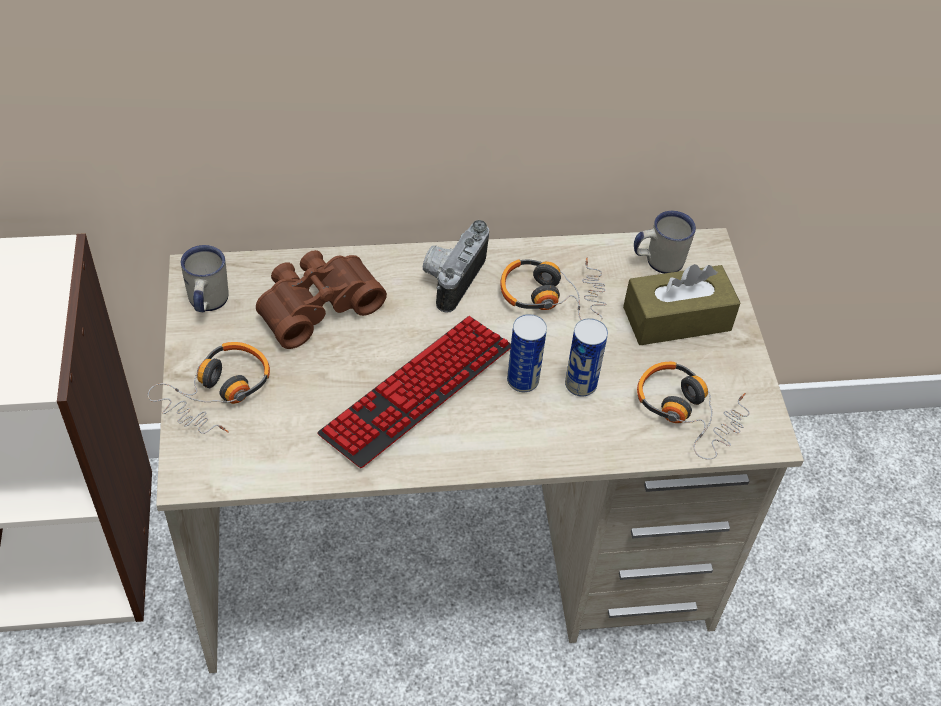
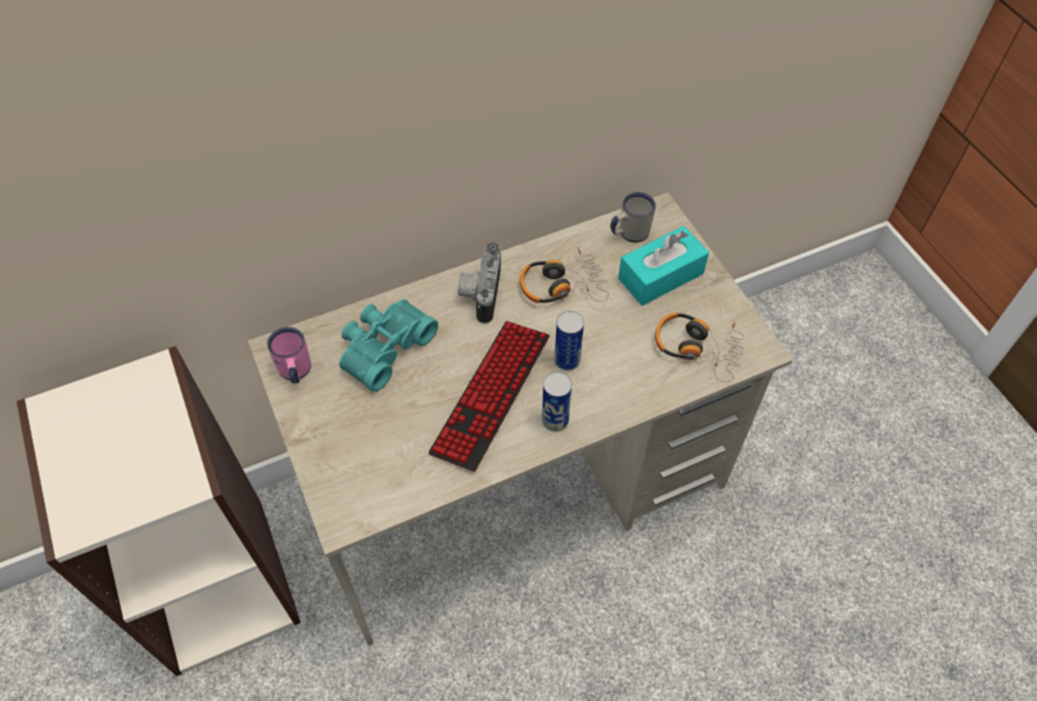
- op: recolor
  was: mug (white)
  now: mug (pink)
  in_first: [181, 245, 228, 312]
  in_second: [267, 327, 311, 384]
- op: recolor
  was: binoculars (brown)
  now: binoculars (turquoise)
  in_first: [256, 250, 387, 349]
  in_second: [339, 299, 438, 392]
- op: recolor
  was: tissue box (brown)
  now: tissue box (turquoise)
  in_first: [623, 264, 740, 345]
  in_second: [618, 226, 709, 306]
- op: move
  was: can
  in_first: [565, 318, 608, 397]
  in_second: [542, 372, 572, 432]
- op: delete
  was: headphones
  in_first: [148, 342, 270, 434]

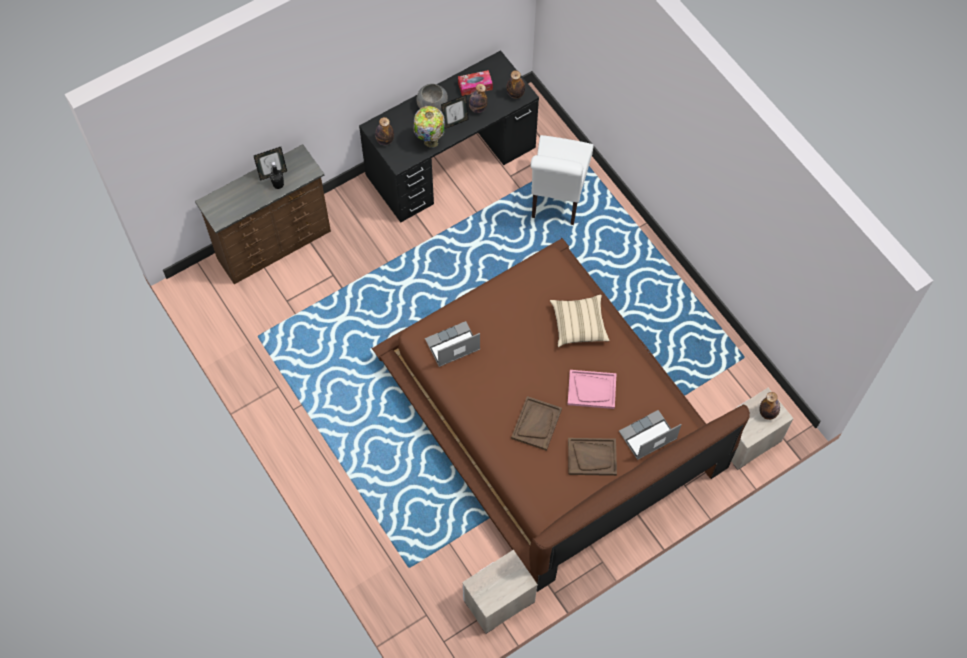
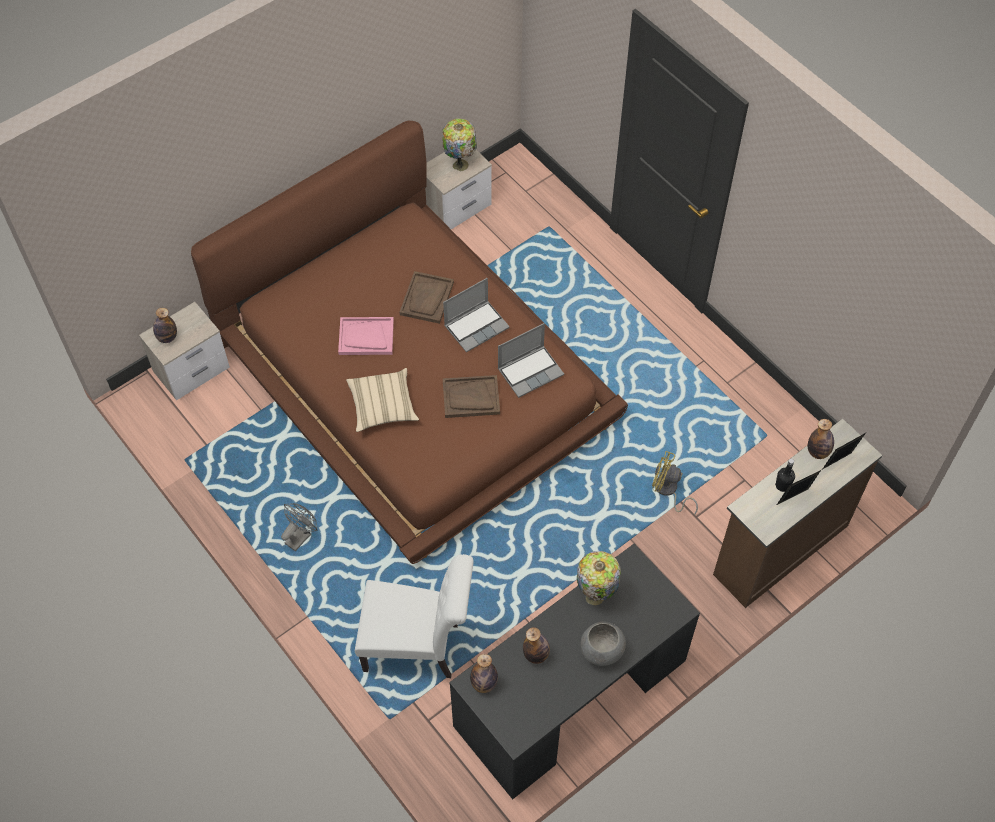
- op: delete
  was: tissue box
  in_first: [458, 70, 493, 96]
- op: move
  was: picture frame
  in_first: [441, 95, 469, 129]
  in_second: [823, 433, 866, 469]
- op: move
  was: bottle
  in_first: [375, 117, 394, 145]
  in_second: [808, 419, 834, 459]
- op: rotate
  was: chair (white)
  in_first: [531, 135, 594, 225]
  in_second: [355, 554, 474, 678]
  clockwise: 90
- op: move
  was: laptop
  in_first: [619, 410, 681, 460]
  in_second: [443, 278, 510, 352]
- op: move
  was: tray (brown)
  in_first: [568, 438, 617, 476]
  in_second: [443, 375, 500, 418]
- op: insert
  now: table lamp
  in_second: [442, 119, 477, 171]
- op: insert
  now: fan (yellow)
  in_second: [652, 451, 698, 515]
- op: insert
  now: fan (grey)
  in_second: [281, 503, 317, 551]

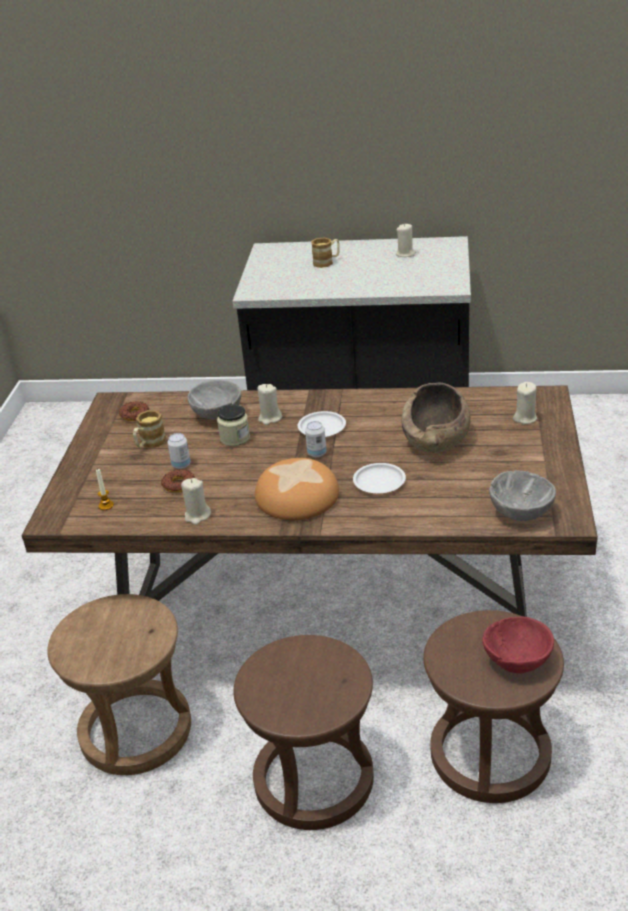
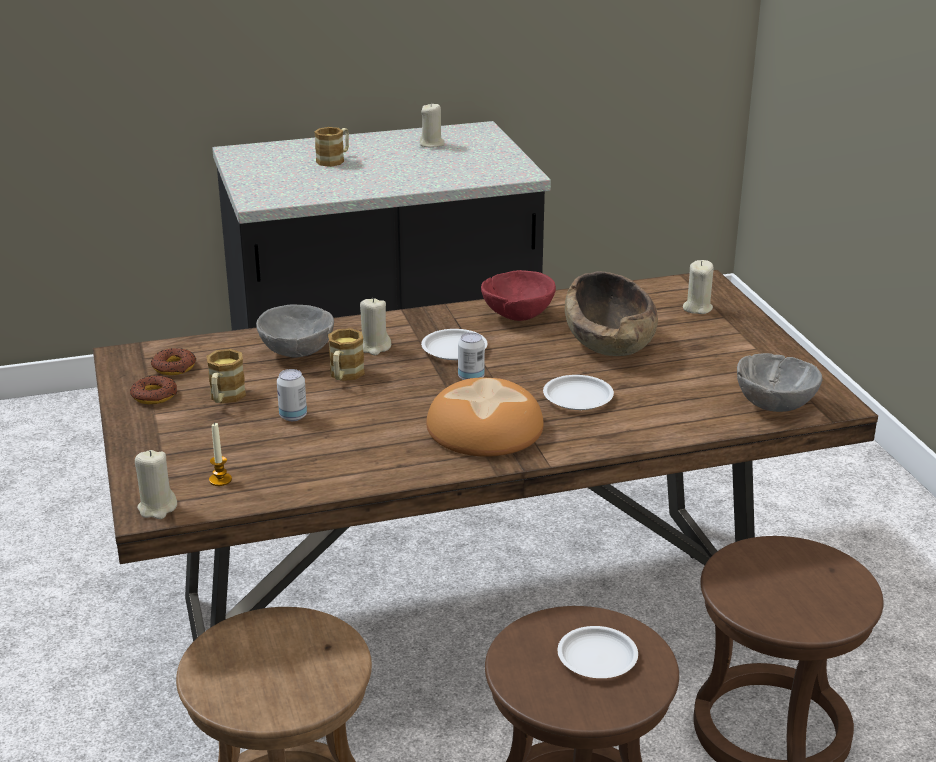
- op: replace
  was: jar
  now: mug
  in_first: [217, 404, 250, 446]
  in_second: [328, 328, 365, 381]
- op: move
  was: donut
  in_first: [161, 469, 195, 493]
  in_second: [130, 376, 177, 404]
- op: move
  was: candle (beige)
  in_first: [181, 478, 211, 525]
  in_second: [135, 450, 177, 519]
- op: move
  was: bowl (red)
  in_first: [482, 617, 554, 673]
  in_second: [481, 270, 556, 321]
- op: insert
  now: plate (white)
  in_second: [557, 626, 638, 678]

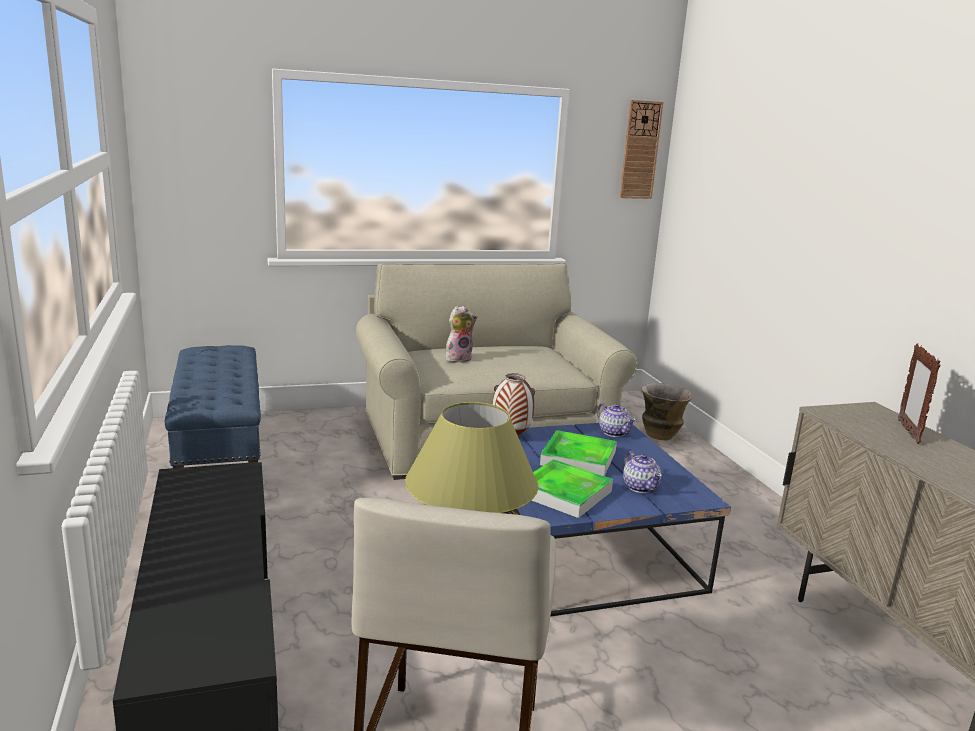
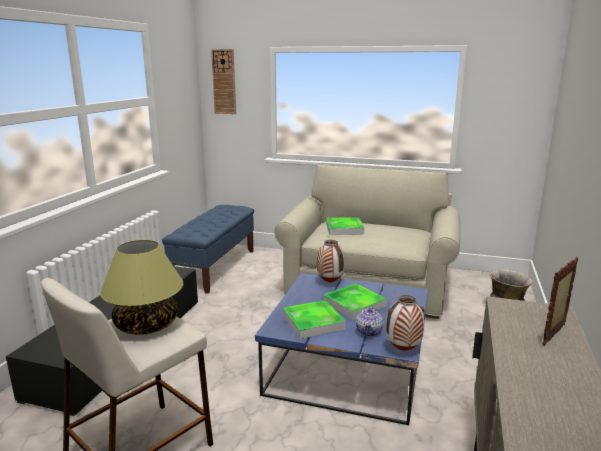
- op: move
  was: wall clock
  in_first: [620, 100, 663, 199]
  in_second: [211, 49, 236, 114]
- op: replace
  was: plush toy
  now: tray
  in_first: [445, 306, 477, 363]
  in_second: [326, 217, 365, 235]
- op: delete
  was: teapot
  in_first: [597, 403, 636, 437]
- op: insert
  now: vase
  in_second: [386, 295, 425, 351]

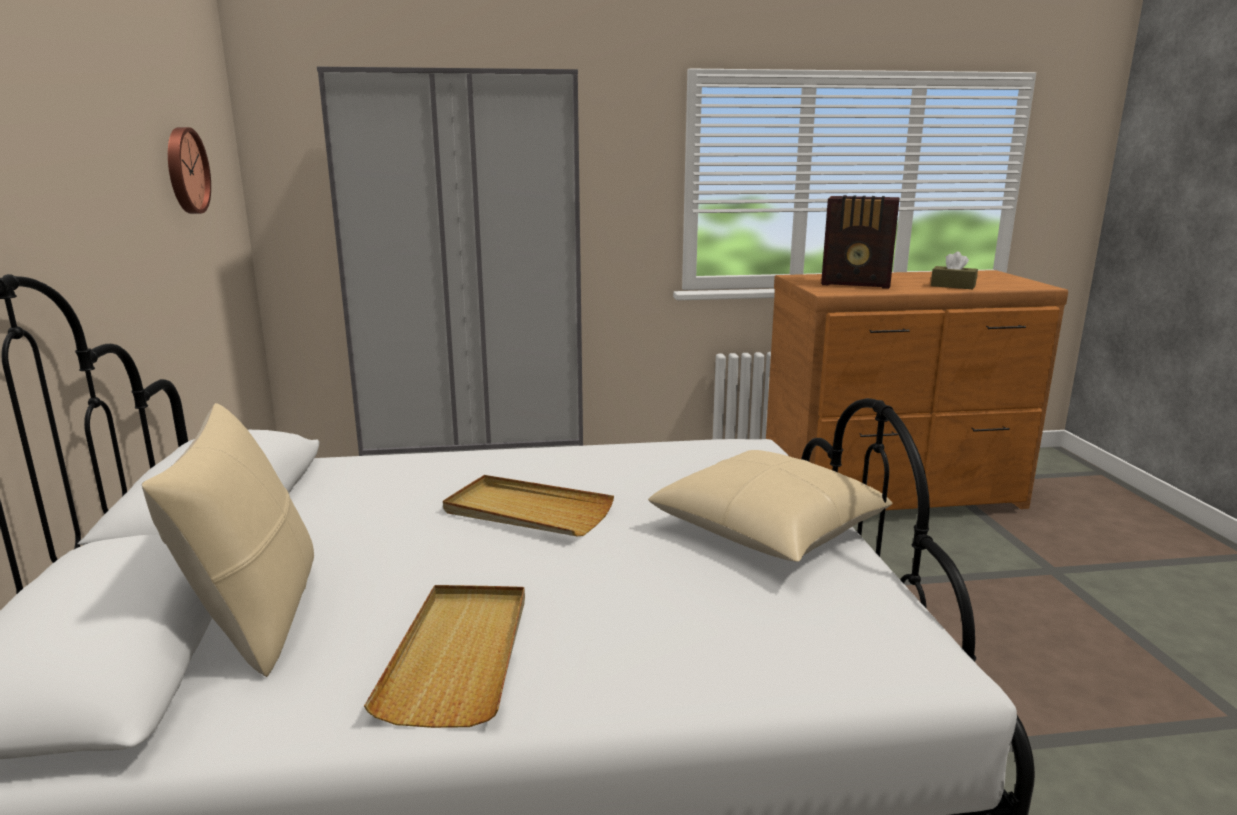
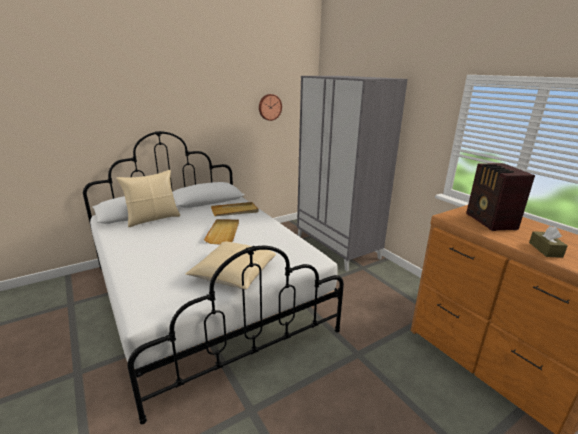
- op: move
  was: tray (beige)
  in_first: [364, 585, 525, 728]
  in_second: [211, 202, 258, 216]

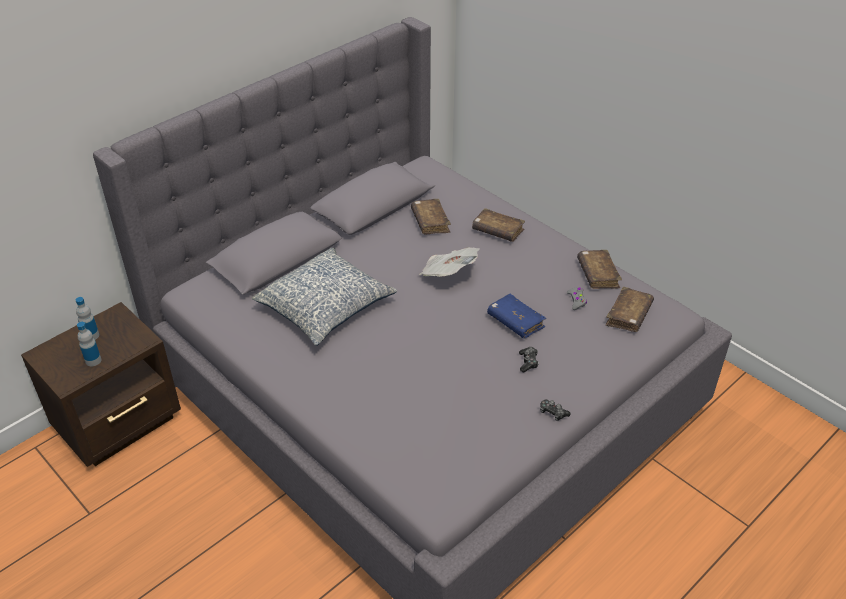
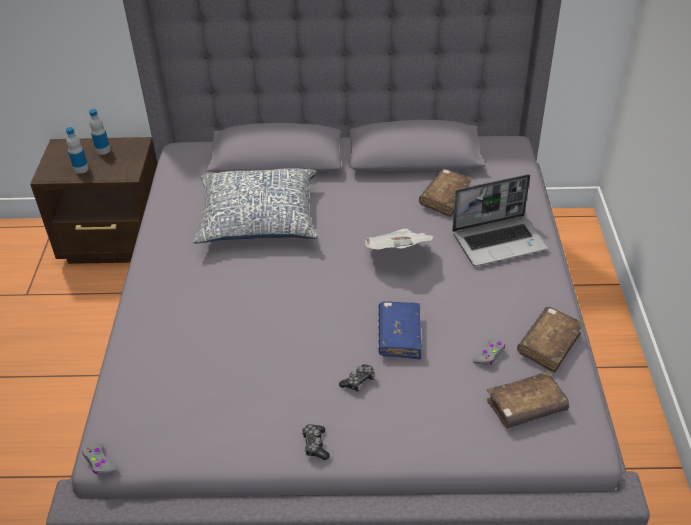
- op: replace
  was: book (brown)
  now: laptop
  in_first: [472, 208, 525, 242]
  in_second: [452, 174, 548, 266]
- op: insert
  now: game controller (grey)
  in_second: [82, 443, 118, 475]

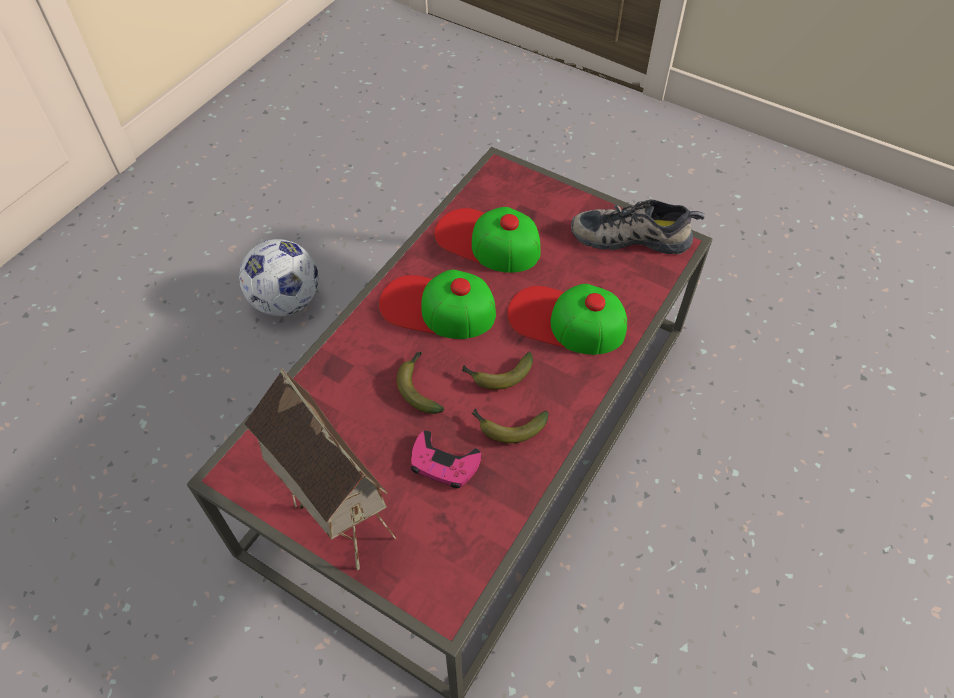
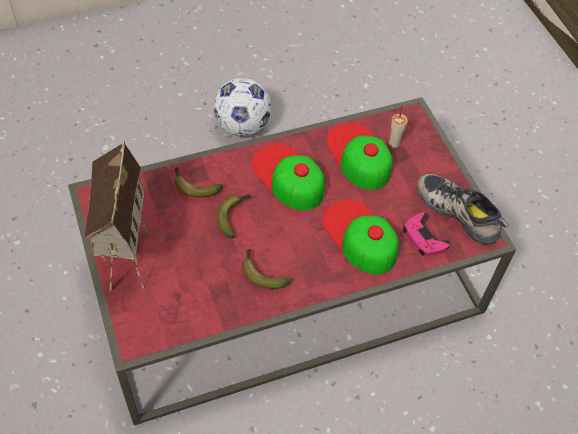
- op: move
  was: banana
  in_first: [462, 352, 533, 390]
  in_second: [174, 167, 223, 198]
- op: move
  was: game controller (pink)
  in_first: [411, 430, 481, 489]
  in_second: [403, 212, 450, 256]
- op: insert
  now: cup (beige)
  in_second: [389, 104, 408, 148]

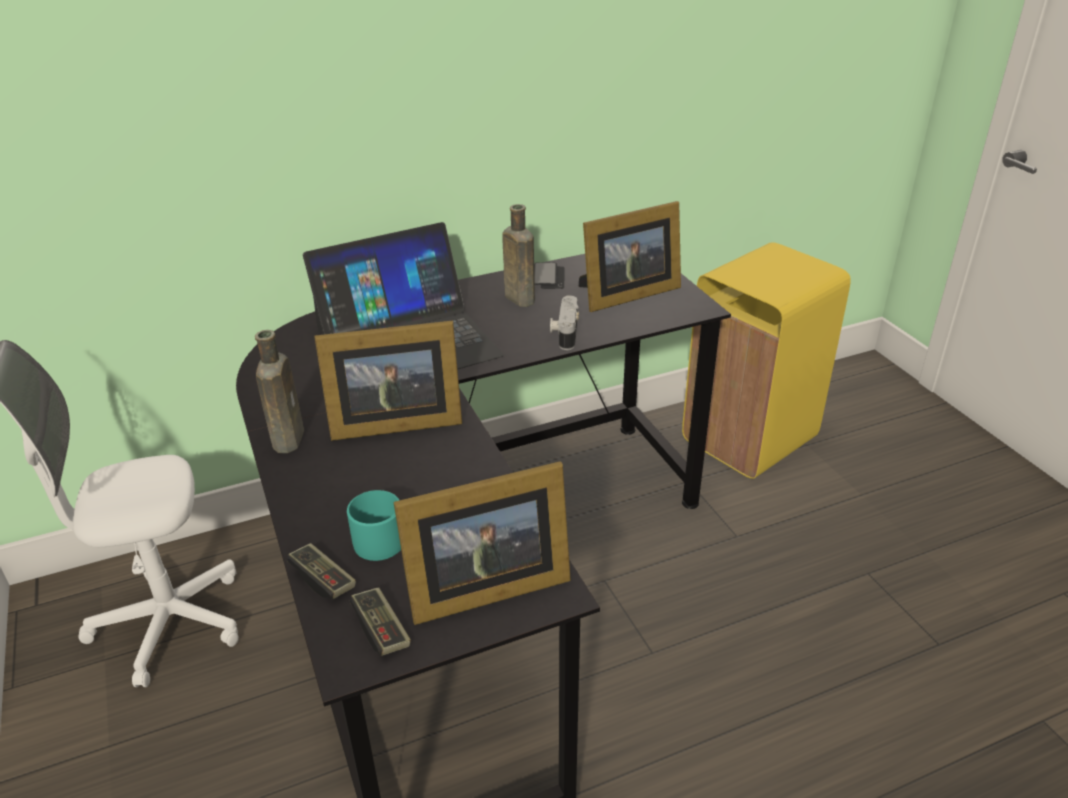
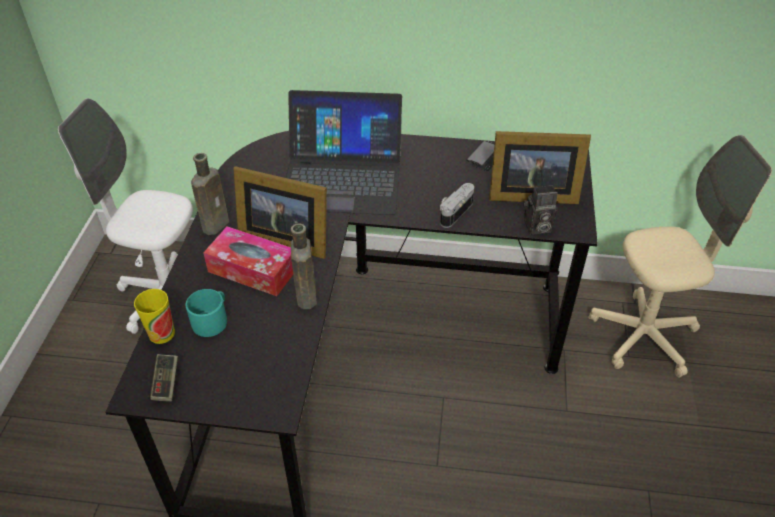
- op: move
  was: bottle (brown)
  in_first: [502, 204, 535, 307]
  in_second: [291, 223, 317, 309]
- op: replace
  was: trash can (yellow)
  now: office chair (beige)
  in_first: [682, 242, 851, 479]
  in_second: [588, 135, 772, 378]
- op: delete
  was: picture frame
  in_first: [394, 461, 571, 625]
- op: replace
  was: game controller
  now: cup
  in_first: [287, 543, 356, 599]
  in_second: [134, 289, 175, 344]
- op: insert
  now: photo camera
  in_second: [523, 185, 558, 235]
- op: insert
  now: tissue box
  in_second: [203, 226, 293, 296]

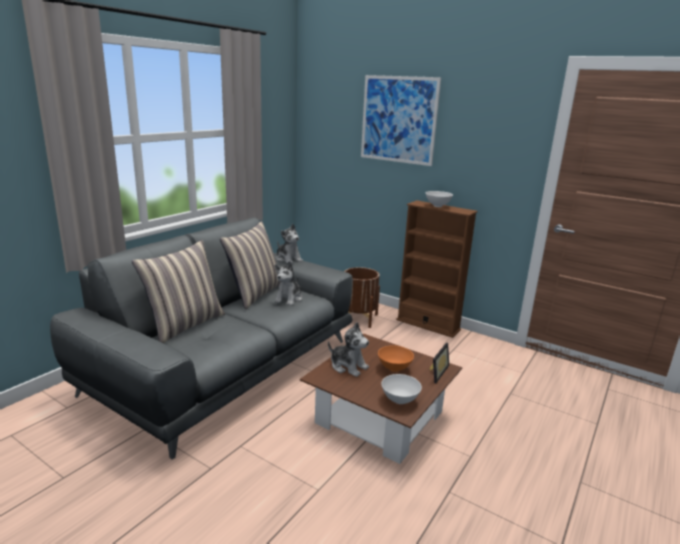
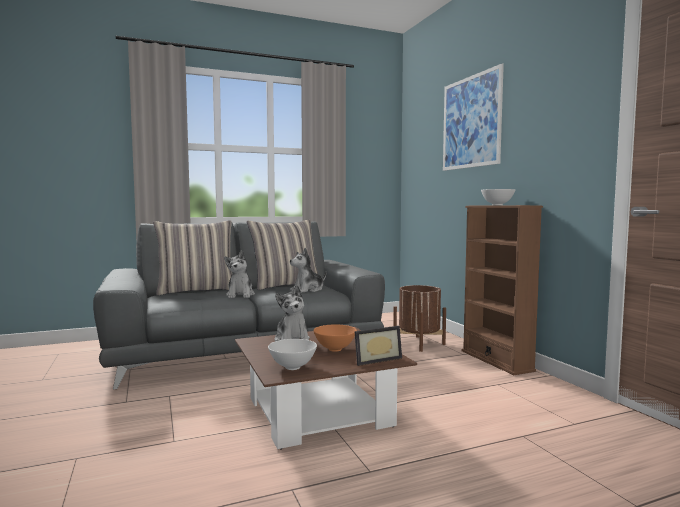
- op: move
  was: plush toy
  in_first: [276, 224, 303, 264]
  in_second: [224, 250, 255, 298]

